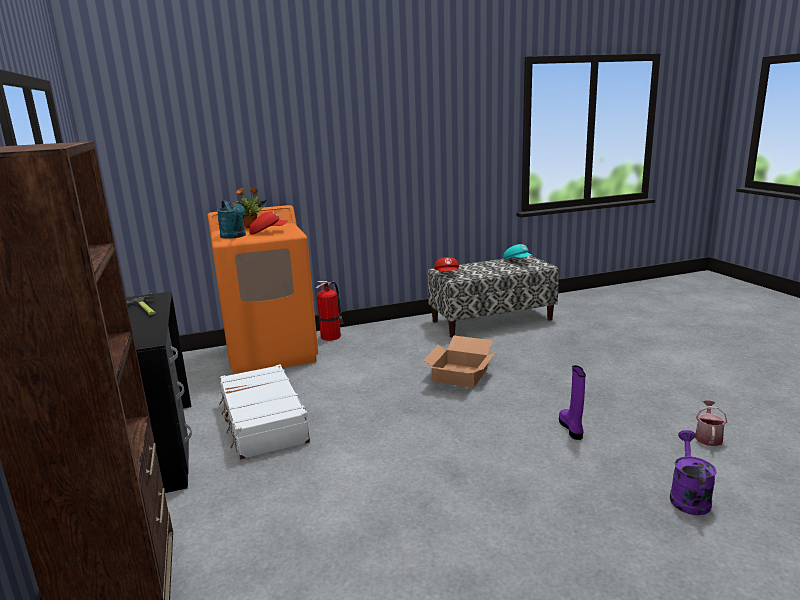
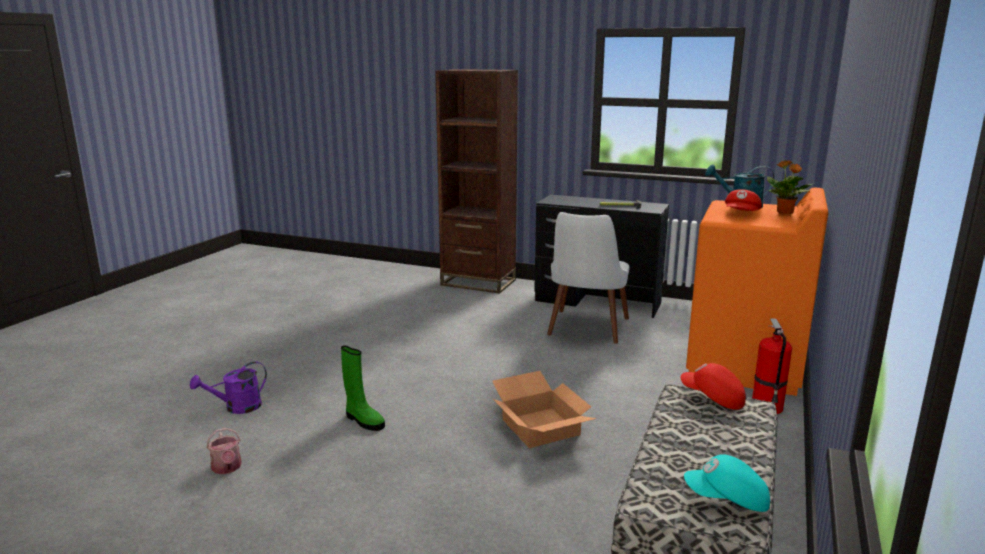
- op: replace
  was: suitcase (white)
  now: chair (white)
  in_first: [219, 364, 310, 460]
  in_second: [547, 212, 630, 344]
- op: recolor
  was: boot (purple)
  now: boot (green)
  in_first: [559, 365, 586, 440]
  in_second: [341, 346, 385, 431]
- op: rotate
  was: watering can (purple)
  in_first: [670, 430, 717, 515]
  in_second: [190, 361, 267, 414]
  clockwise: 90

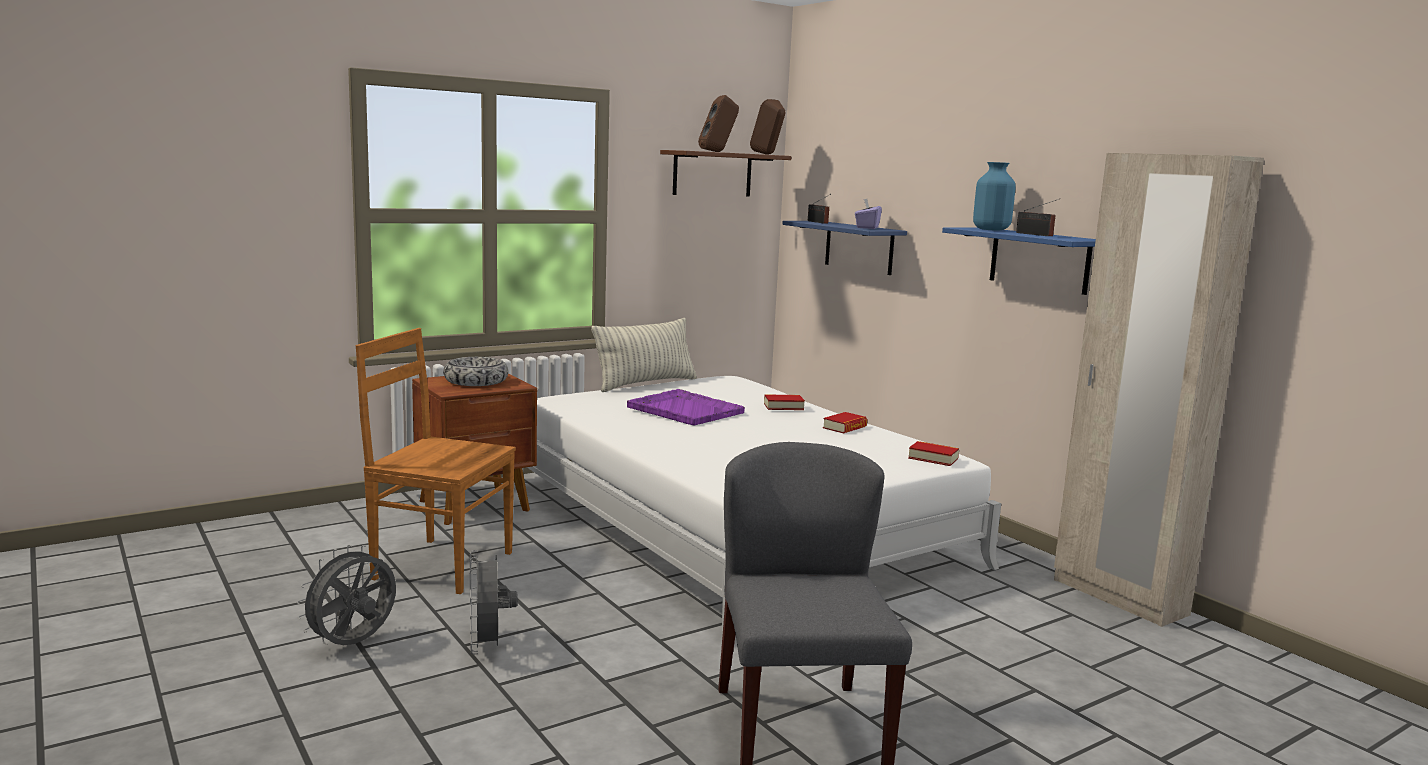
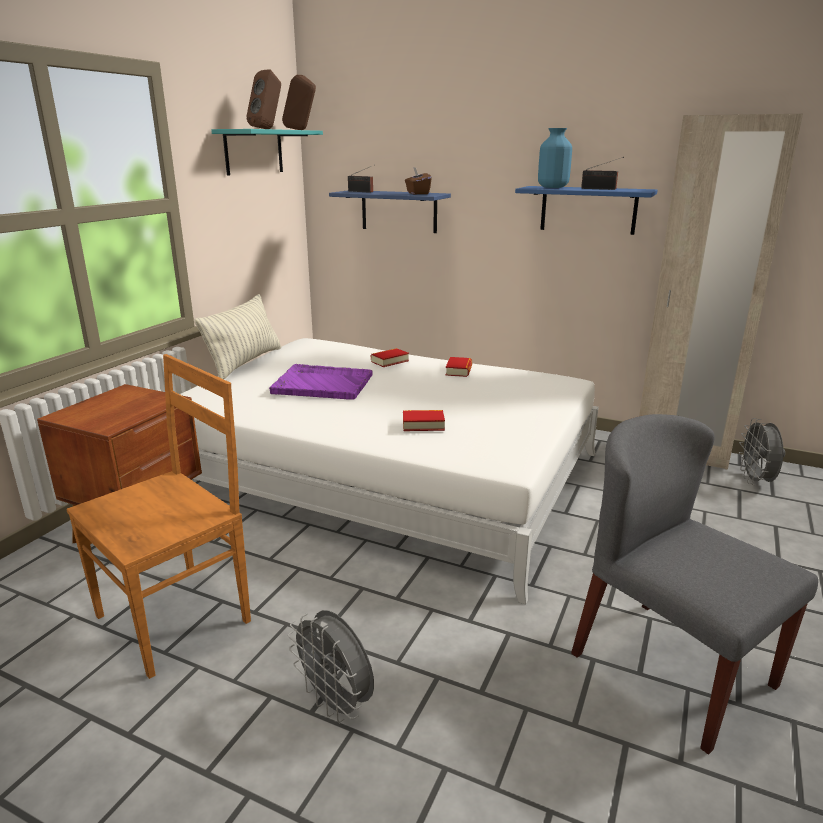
- op: recolor
  was: shelf (brown)
  now: shelf (turquoise)
  in_first: [660, 150, 791, 196]
  in_second: [211, 129, 323, 176]
- op: recolor
  was: tissue box (purple)
  now: tissue box (brown)
  in_first: [855, 199, 882, 229]
  in_second: [405, 167, 432, 194]
- op: rotate
  was: chair (brown)
  in_first: [356, 328, 516, 594]
  in_second: [66, 354, 251, 679]
  clockwise: 150
- op: delete
  was: bowl
  in_first: [443, 357, 508, 386]
- op: move
  was: book
  in_first: [908, 441, 959, 466]
  in_second: [403, 410, 445, 431]
- op: move
  was: fan (grey)
  in_first: [297, 545, 396, 645]
  in_second: [739, 418, 785, 486]

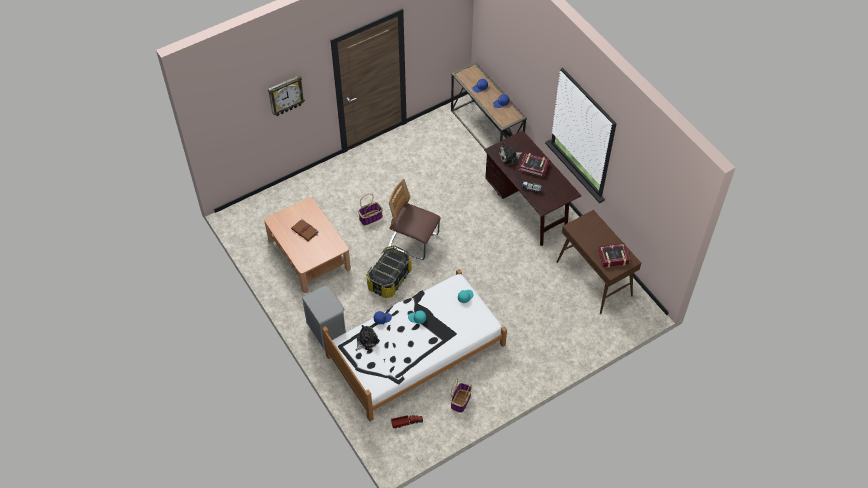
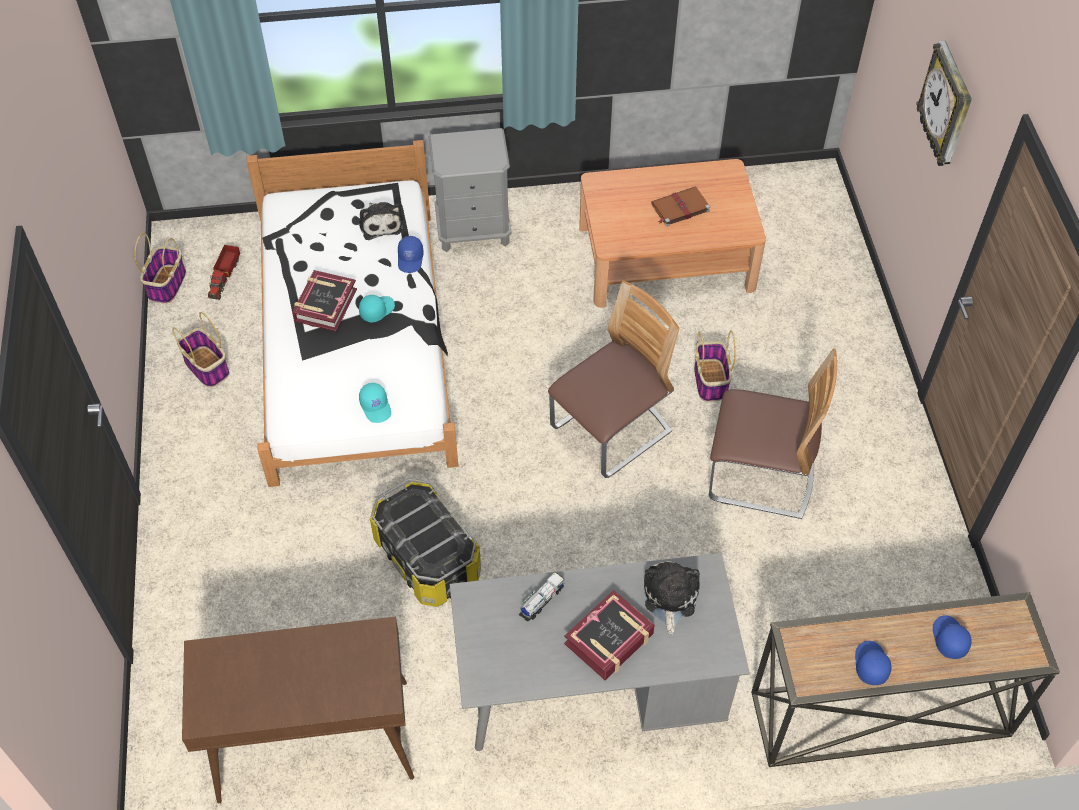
- op: recolor
  was: desk (brown)
  now: desk (grey)
  in_first: [484, 130, 582, 246]
  in_second: [450, 553, 750, 751]
- op: move
  was: book
  in_first: [598, 243, 630, 267]
  in_second: [292, 270, 357, 331]
- op: move
  was: storage box
  in_first: [367, 245, 412, 298]
  in_second: [370, 479, 481, 607]
- op: insert
  now: basket
  in_second: [134, 233, 186, 304]
- op: insert
  now: chair
  in_second: [709, 348, 837, 519]

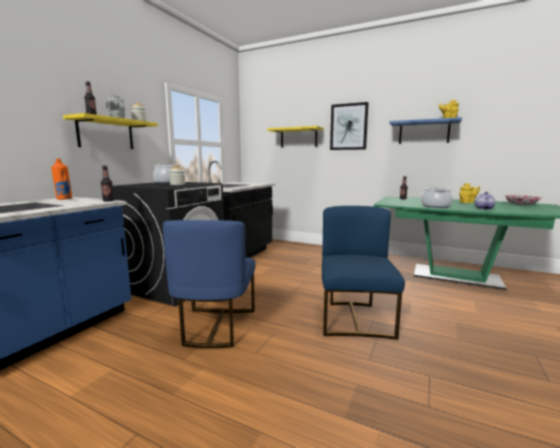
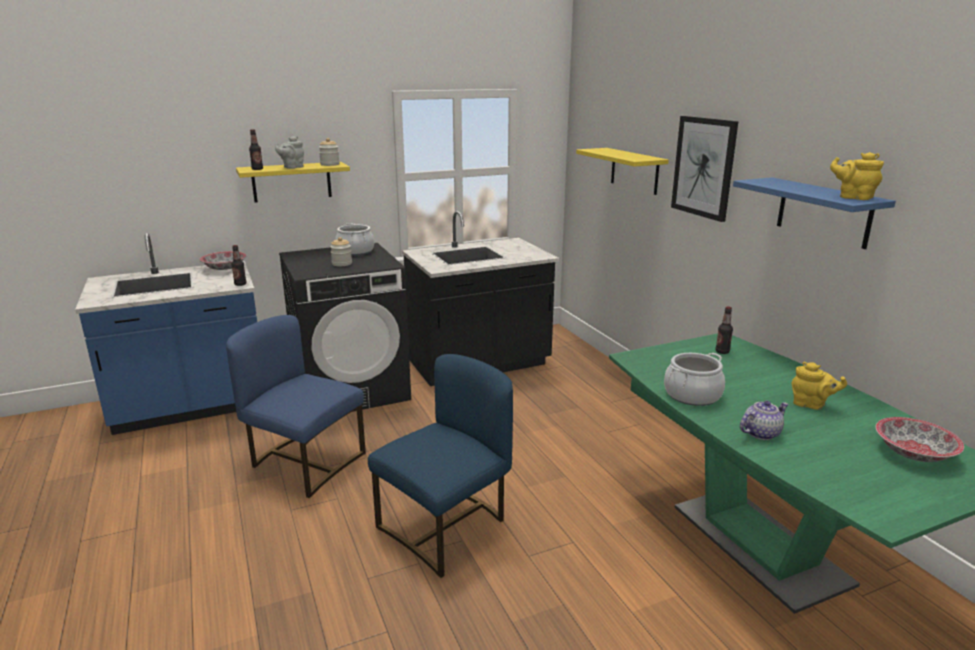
- op: replace
  was: bottle (orange)
  now: bowl
  in_first: [51, 159, 72, 200]
  in_second: [200, 251, 246, 270]
- op: rotate
  was: chair (blue)
  in_first: [163, 220, 256, 349]
  in_second: [226, 315, 366, 498]
  clockwise: 75

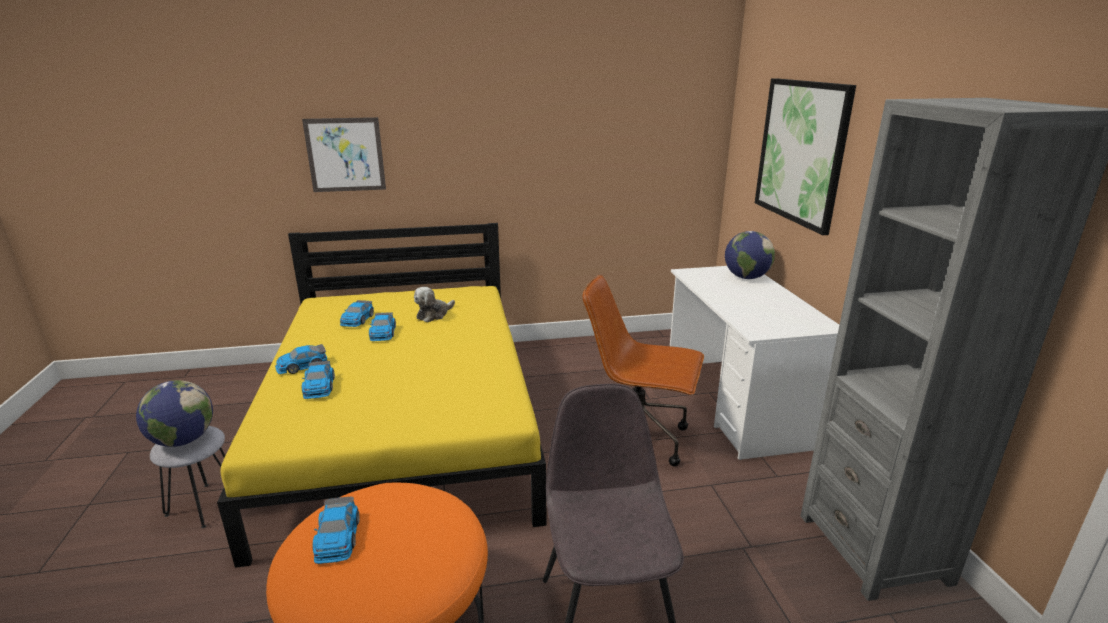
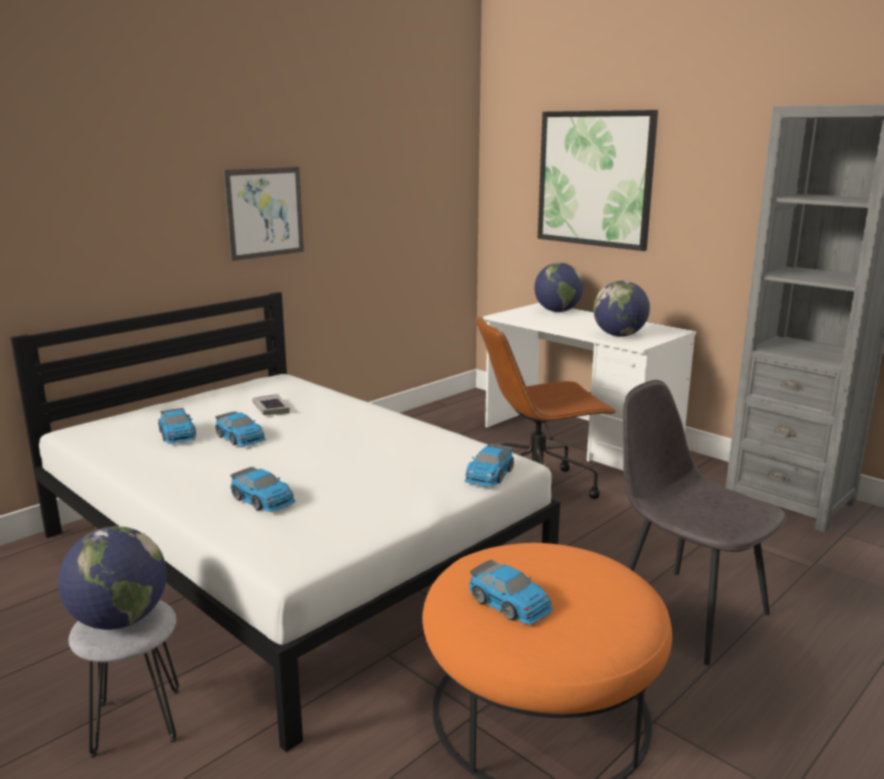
- op: move
  was: picture
  in_first: [302, 117, 386, 192]
  in_second: [223, 167, 304, 261]
- op: recolor
  was: bed (yellow)
  now: bed (white)
  in_first: [217, 223, 546, 568]
  in_second: [10, 292, 560, 752]
- op: replace
  was: plush toy
  now: book
  in_first: [414, 287, 455, 322]
  in_second: [252, 394, 290, 415]
- op: move
  was: toy car
  in_first: [275, 344, 327, 374]
  in_second: [465, 444, 514, 487]
- op: insert
  now: globe
  in_second: [593, 281, 650, 337]

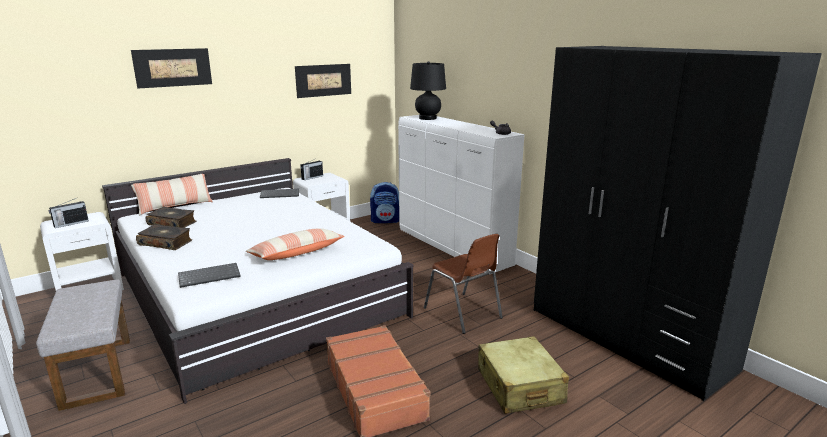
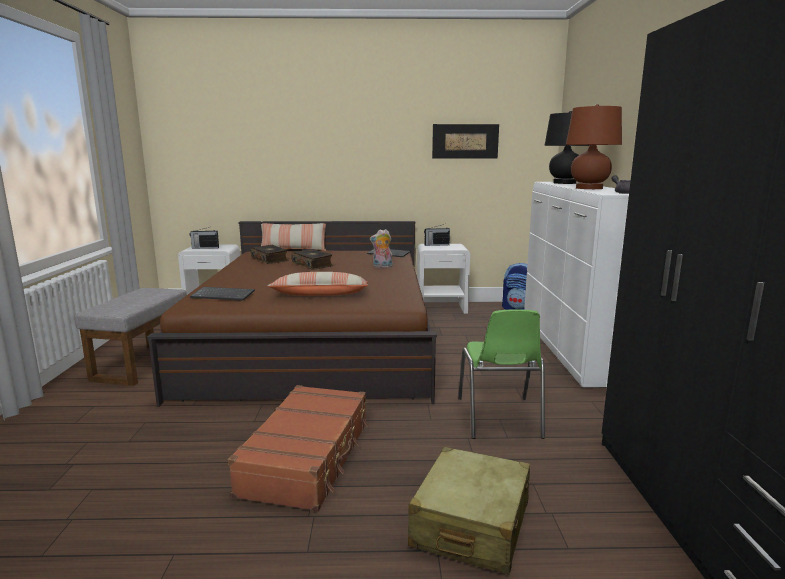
- op: delete
  was: picture
  in_first: [131, 48, 212, 88]
- op: recolor
  was: bed (white)
  now: bed (brown)
  in_first: [102, 158, 413, 404]
  in_second: [147, 221, 437, 407]
- op: move
  was: book
  in_first: [136, 224, 192, 250]
  in_second: [291, 249, 333, 270]
- op: recolor
  was: chair (brown)
  now: chair (green)
  in_first: [424, 234, 503, 334]
  in_second: [458, 309, 545, 439]
- op: insert
  now: table lamp (brown)
  in_second: [566, 104, 622, 189]
- op: insert
  now: plush toy
  in_second: [370, 229, 393, 268]

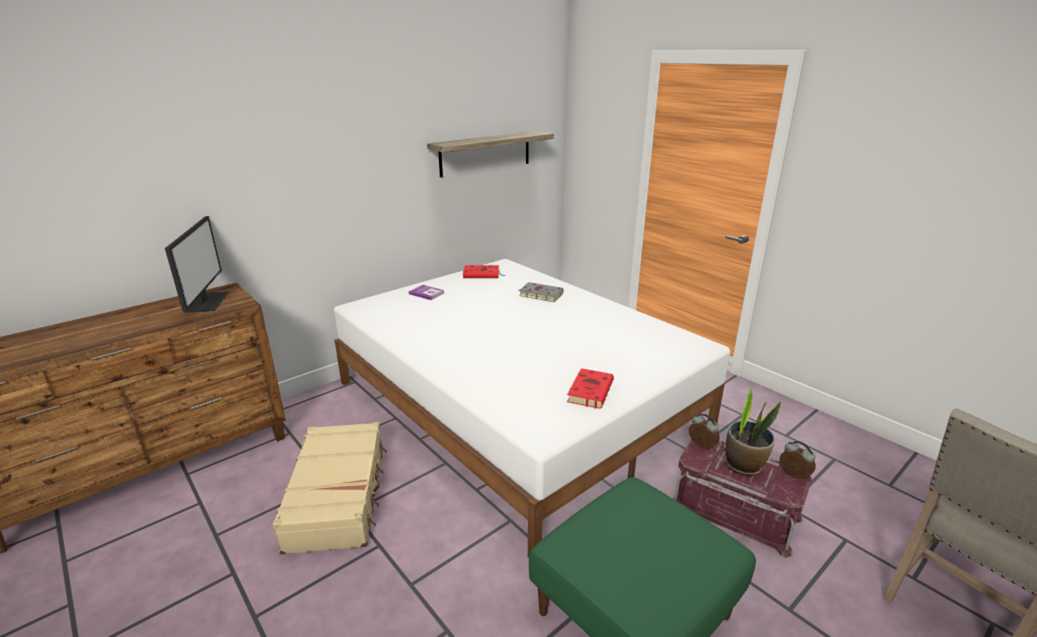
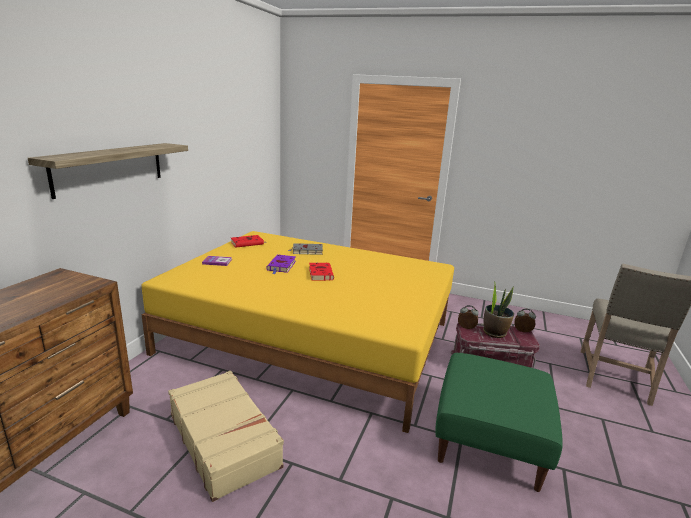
- op: move
  was: shelf
  in_first: [427, 131, 554, 177]
  in_second: [28, 143, 188, 199]
- op: delete
  was: monitor
  in_first: [165, 216, 229, 313]
- op: recolor
  was: bed (white)
  now: bed (yellow)
  in_first: [334, 259, 730, 558]
  in_second: [141, 231, 454, 433]
- op: move
  was: book (red)
  in_first: [567, 368, 614, 409]
  in_second: [309, 263, 334, 281]
- op: insert
  now: book (purple)
  in_second: [266, 255, 296, 274]

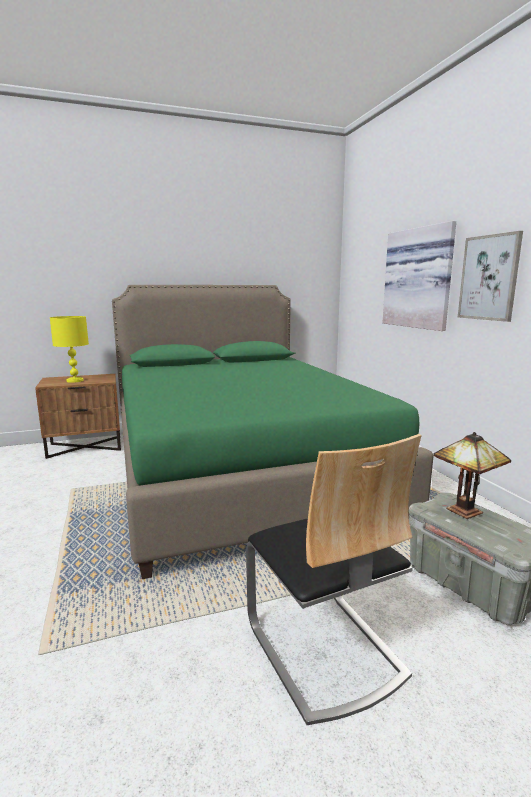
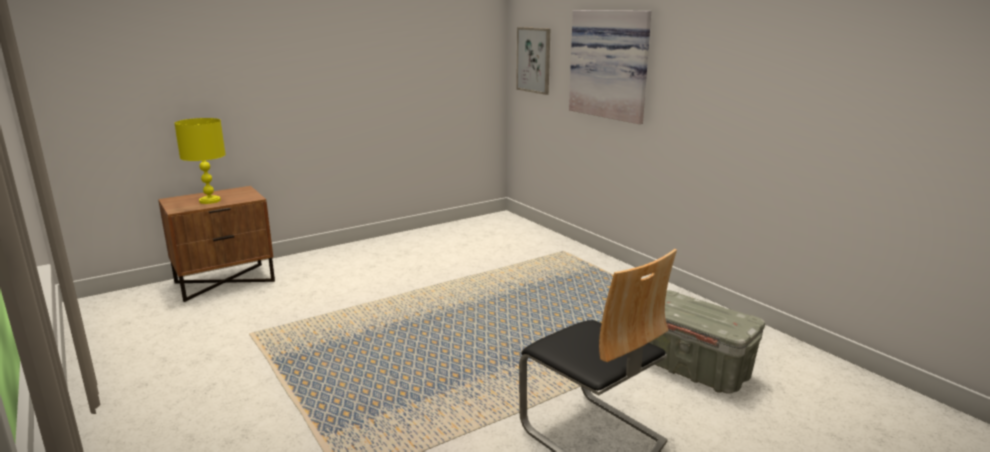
- op: move
  was: picture
  in_first: [458, 231, 523, 322]
  in_second: [516, 27, 550, 95]
- op: delete
  was: bed (green)
  in_first: [112, 285, 433, 579]
- op: delete
  was: table lamp
  in_first: [433, 432, 511, 519]

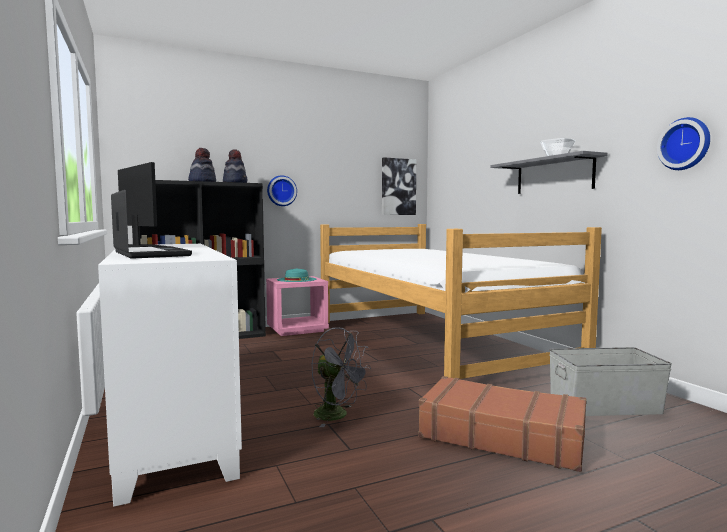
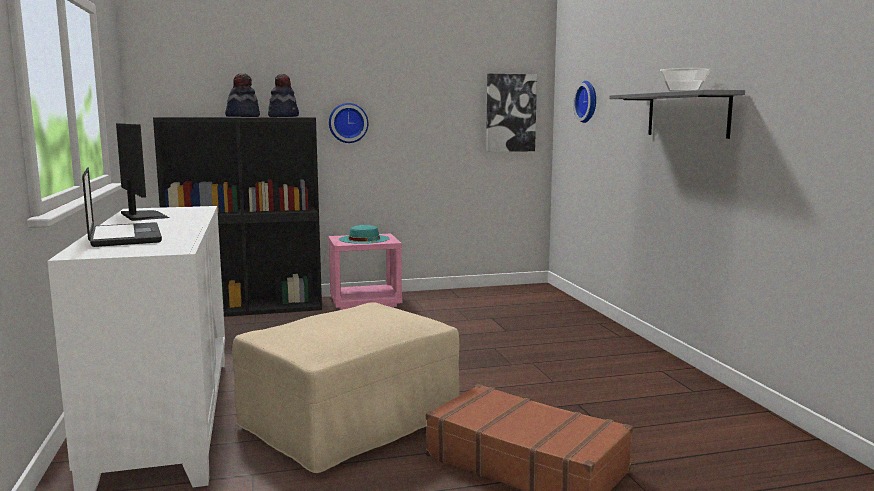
- op: move
  was: wall clock
  in_first: [657, 117, 710, 170]
  in_second: [573, 81, 596, 123]
- op: delete
  was: bed
  in_first: [320, 224, 602, 379]
- op: replace
  was: fan (grey)
  now: ottoman (beige)
  in_first: [311, 327, 371, 427]
  in_second: [232, 303, 460, 473]
- op: delete
  was: storage box (grey)
  in_first: [549, 347, 672, 416]

